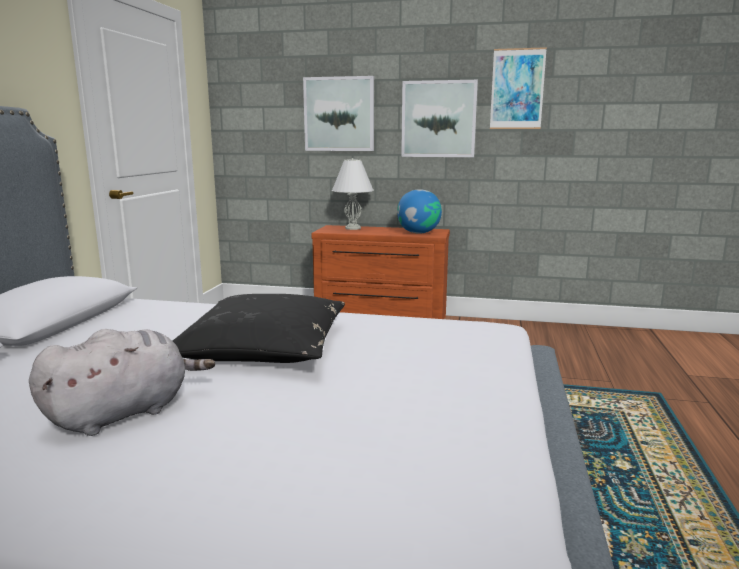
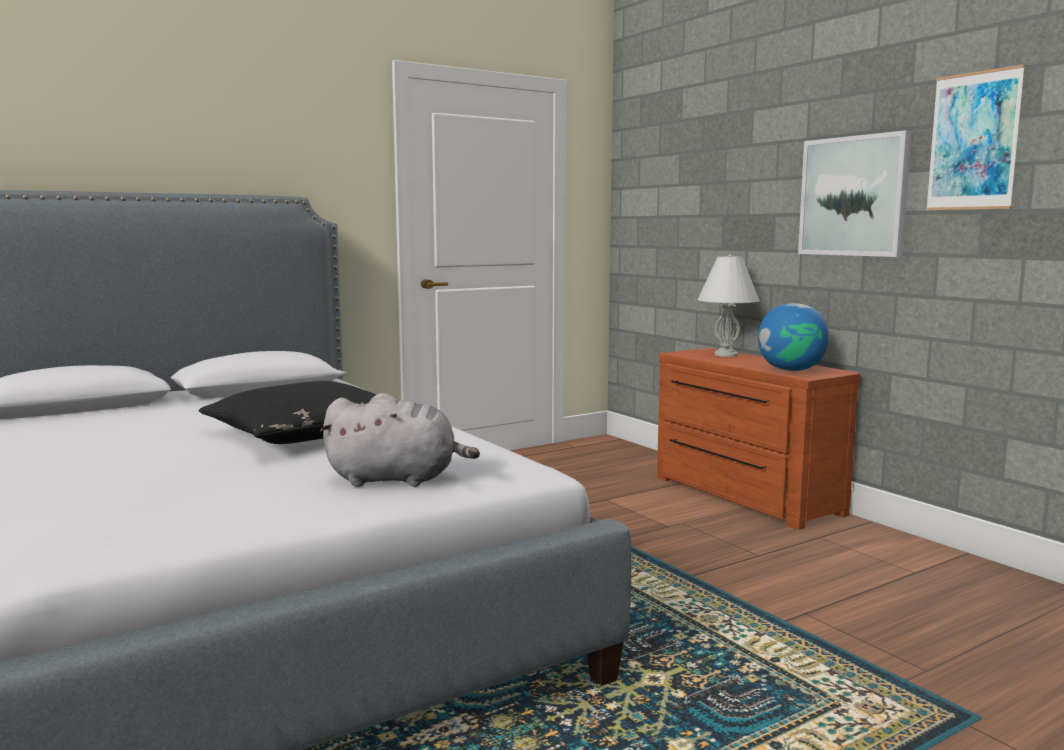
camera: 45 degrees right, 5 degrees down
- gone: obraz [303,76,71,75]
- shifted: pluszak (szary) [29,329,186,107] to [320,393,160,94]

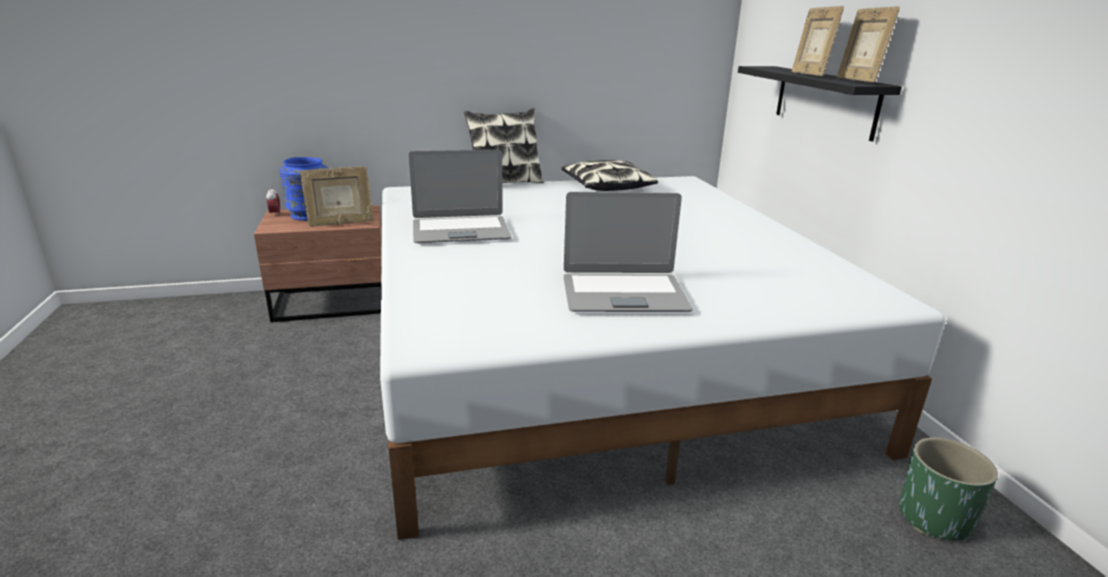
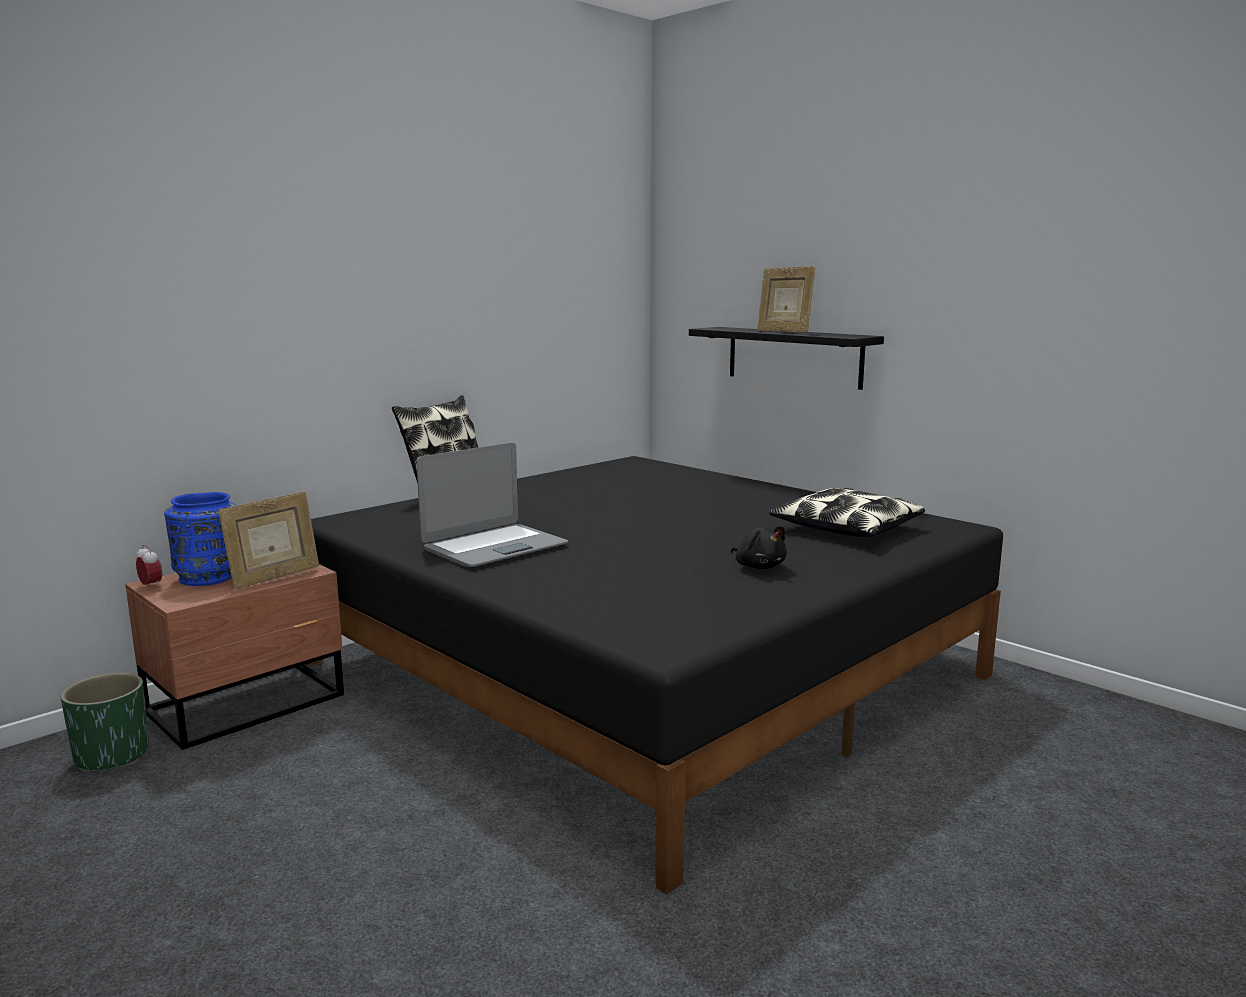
camera: 30 degrees left, 10 degrees down
- gone: ramka na zdjęcie [837,6,63,76]
- shifted: poduszka [561,160,97,31] to [769,488,156,49]
- shifted: donica (zielony) [899,437,99,104] to [61,673,88,99]
- swapped: laptop [564,192,129,120] to pluszak (czarny) [731,526,56,43]
- repainted: łóżko (biały) [380,176,565,364] to łóżko (czarny) [305,456,698,439]

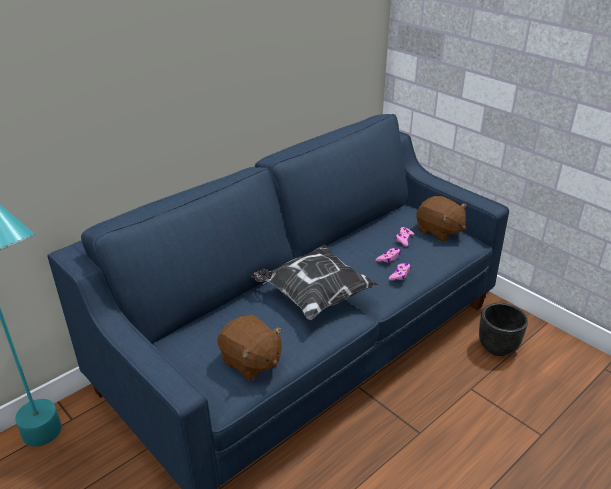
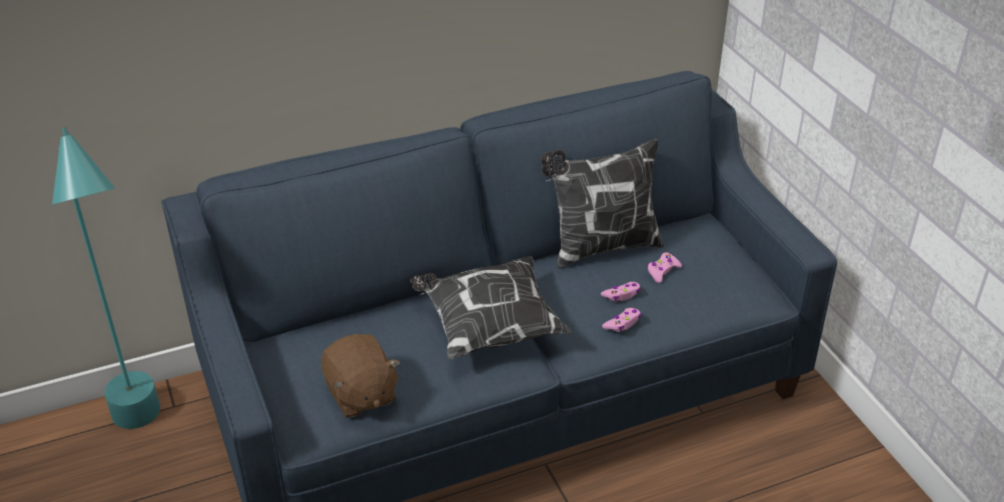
camera: 20 degrees right, 5 degrees up
- gone: pluszak (brązowy) [416,196,50,46]
- gone: donica (czarny) [479,303,49,53]
- new: poduszka [541,139,123,130]

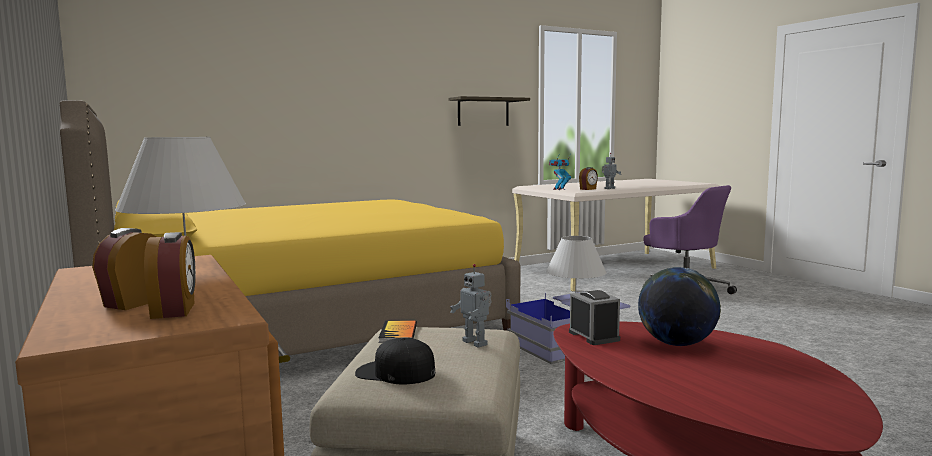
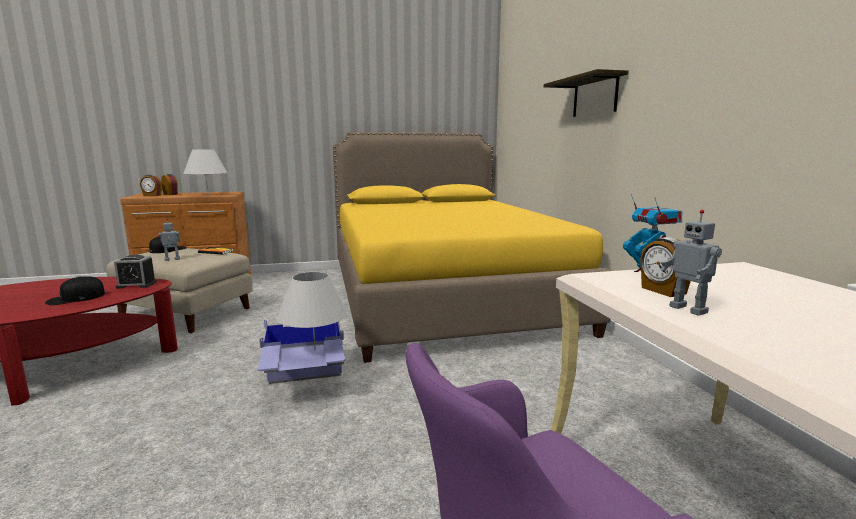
camera: 105 degrees right, 5 degrees up
- shifted: półka [449,96,81,30] to [544,69,85,48]
- swapped: globus [638,267,83,79] to czapka z daszkiem (czarny) [45,276,60,29]

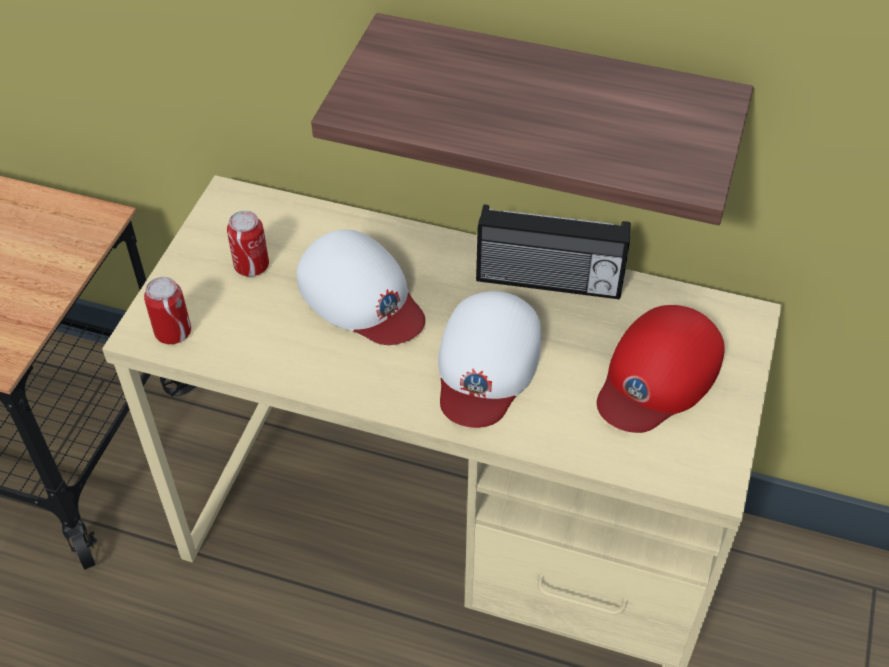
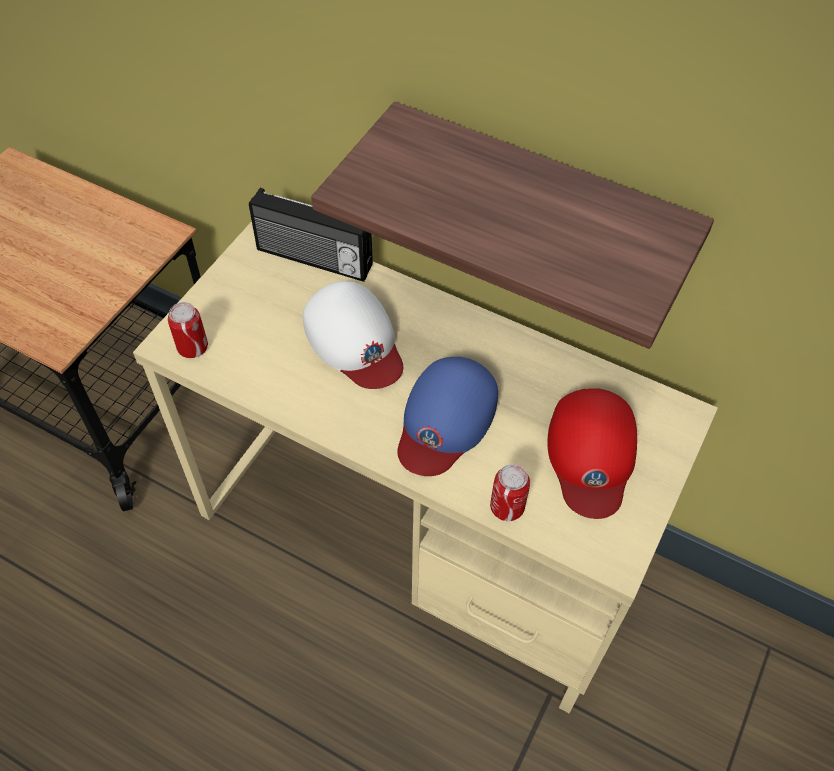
camera: 10 degrees right, 5 degrees up
- shifted: puszka [227,211,42,65] to [490,464,40,57]
- shifted: radio [476,204,155,95] to [249,188,124,94]
- repainted: czapka z daszkiem (biały) [438,291,103,137] to czapka z daszkiem (niebieski) [397,357,101,119]
- rotated: czapka z daszkiem (czerwony) [597,305,128,128] = [547,388,90,131] 45 degrees counterclockwise

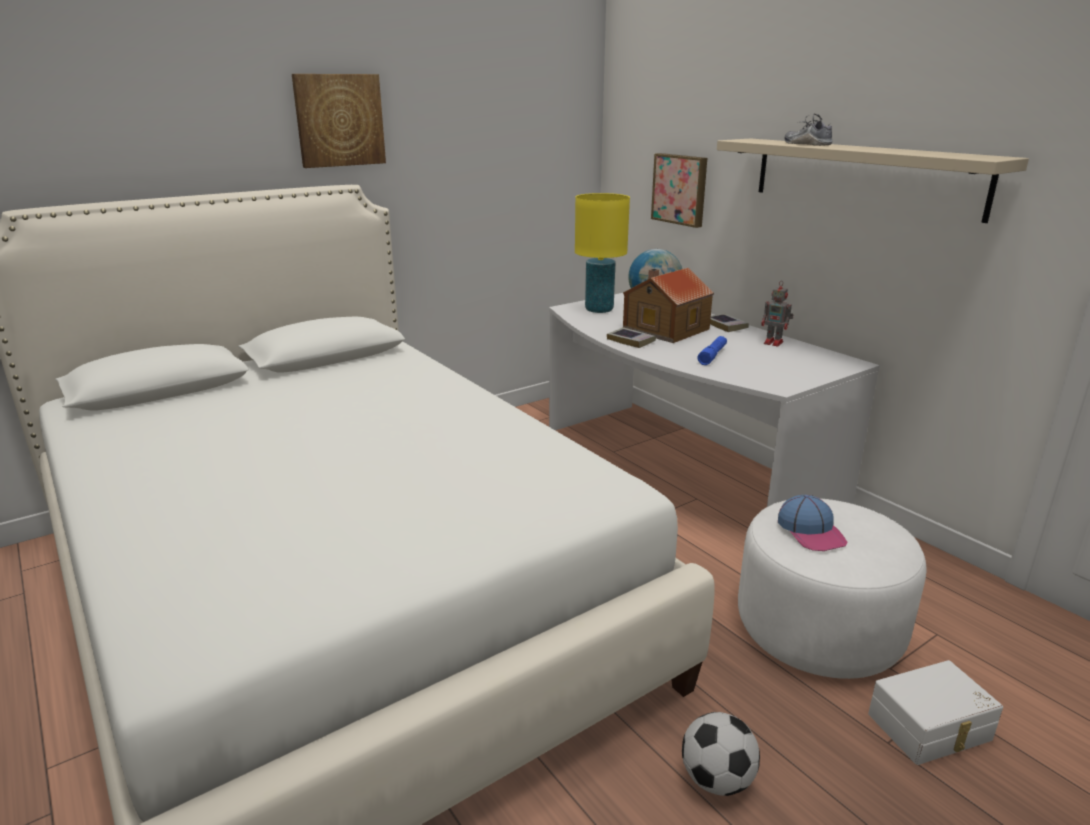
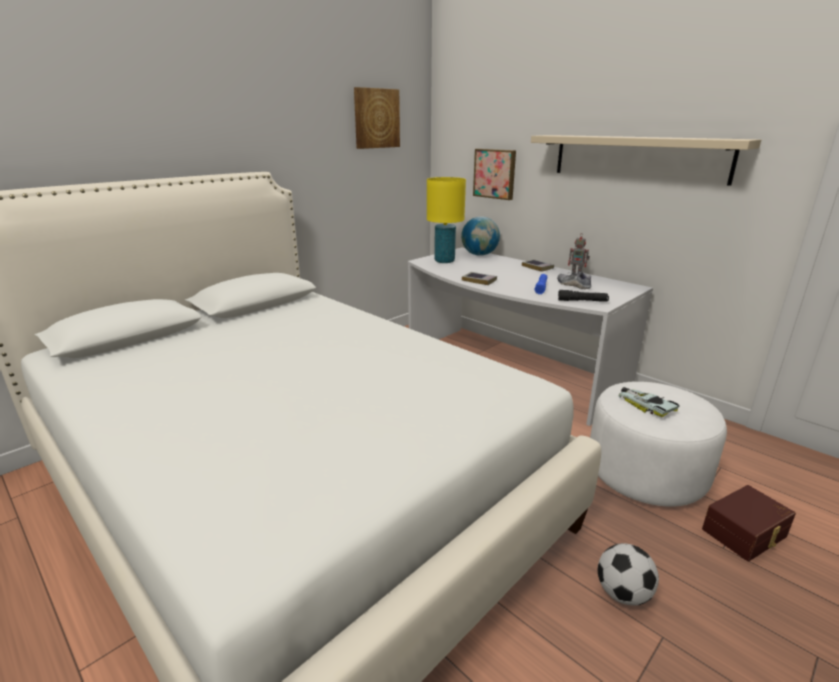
camera: 10 degrees left, 0 degrees up
- gone: domek [623,268,91,75]
- new: latarka (czarny) [558,290,51,12]
- shifted: obraz [292,74,94,94] to [354,87,46,62]
- shifted: but [784,114,48,32] to [557,267,34,22]
- swapped: czapka z daszkiem [778,495,69,56] to samochodzik [619,387,60,30]
- repainted: pojemnik do przechowywania (biały) [868,660,135,105] to pojemnik do przechowywania (brązowy) [702,485,94,76]

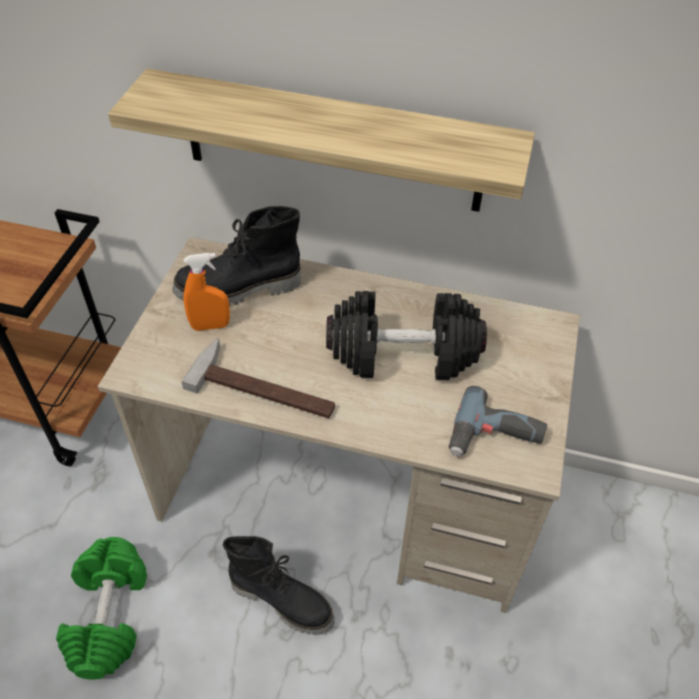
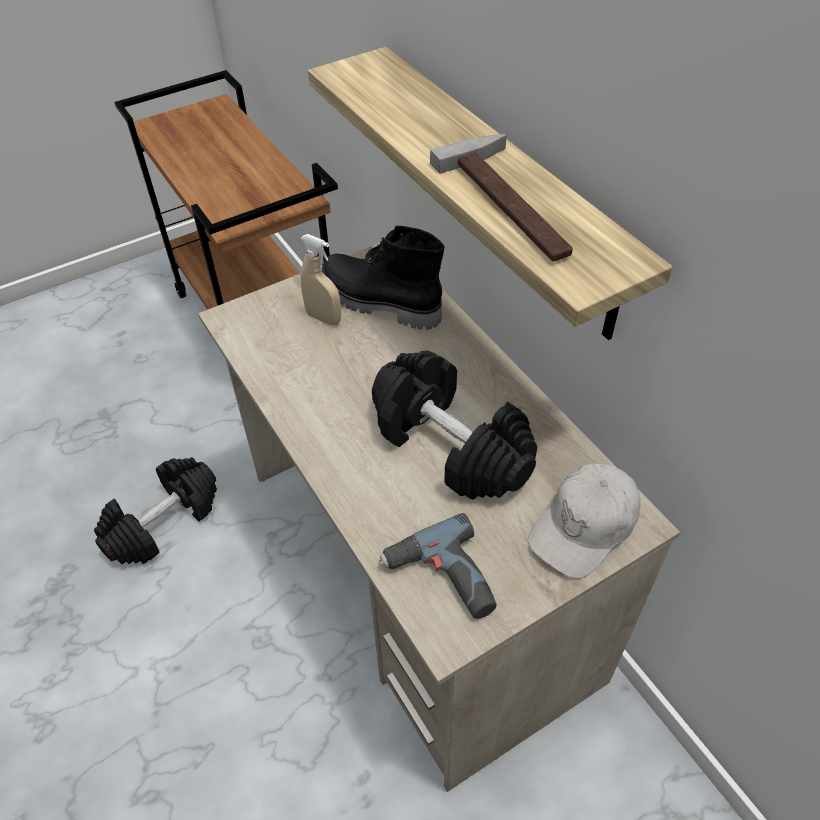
camera: 45 degrees right, 0 degrees up
- gone: but z cholewką (czarny) [223,536,112,99]
- new: czapka z daszkiem (biały) [528,464,112,115]
- shifted: młotek [182,338,153,80] to [430,134,143,127]
- repainted: hantel (zielony) [56,537,91,143] to hantel (czarny) [94,457,123,107]
- repainted: spryskiwacz (pomarańczowy) [183,253,47,78] to spryskiwacz (beżowy) [301,234,40,92]

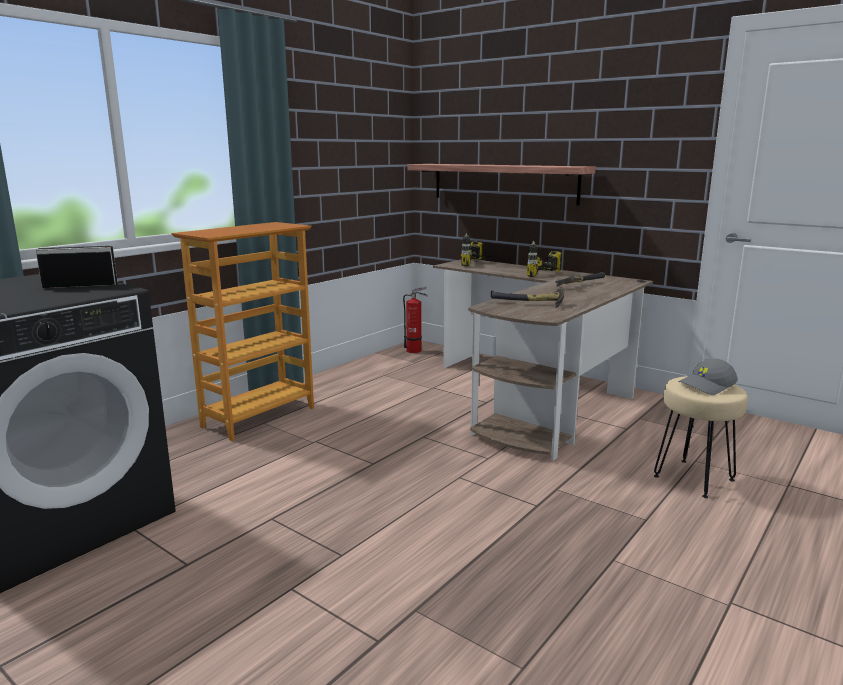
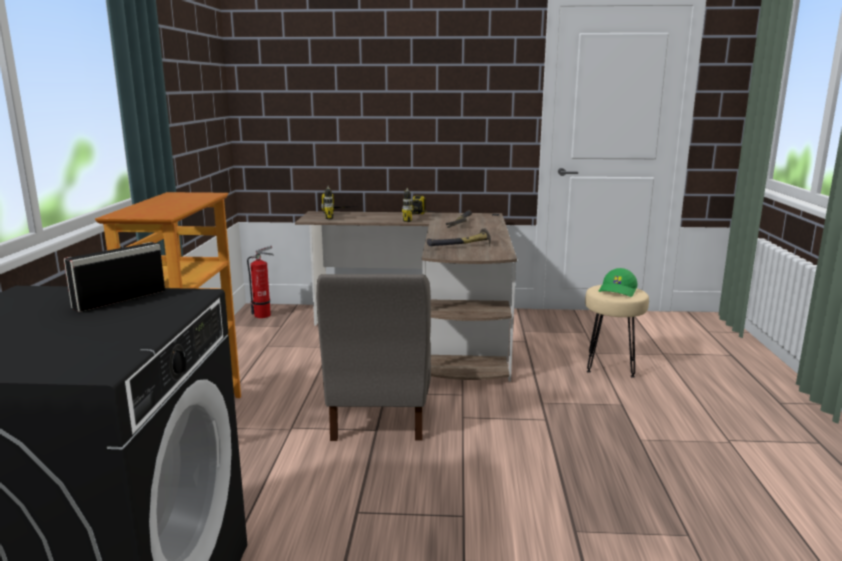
camera: 35 degrees left, 0 degrees up
- gone: półka [408,164,188,42]
- new: krzesło (szary) [316,274,115,167]
- repainted: czapka z daszkiem (szary) [678,358,59,37] to czapka z daszkiem (zielony) [598,268,40,29]

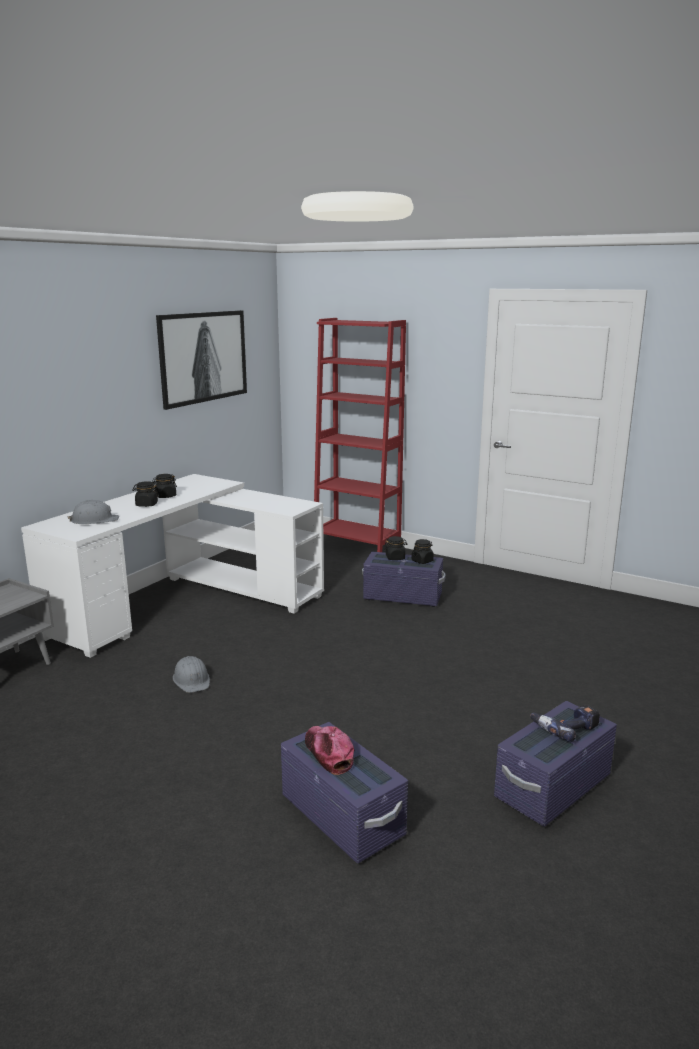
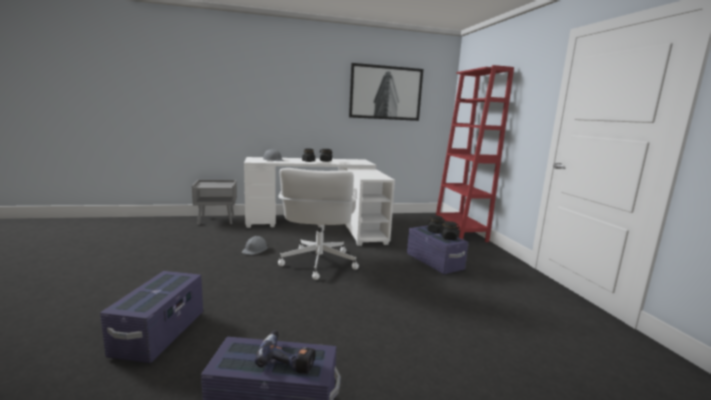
camera: 45 degrees right, 5 degrees down
- gone: czapka z daszkiem [305,726,49,49]
- new: krzesło biurowe (biały) [278,168,81,112]

